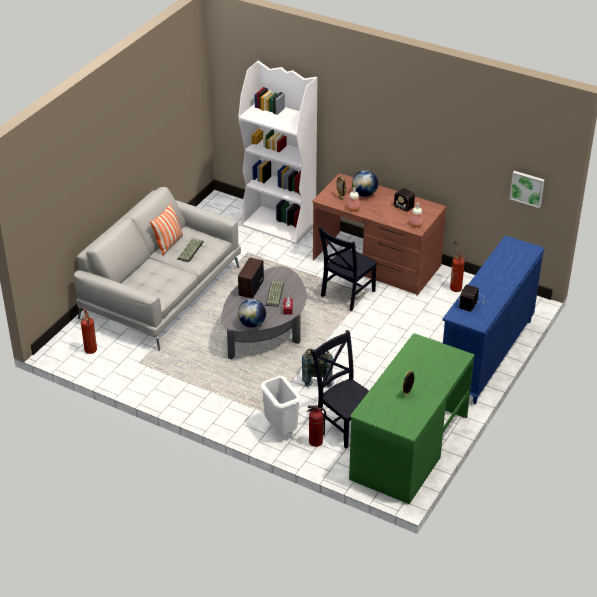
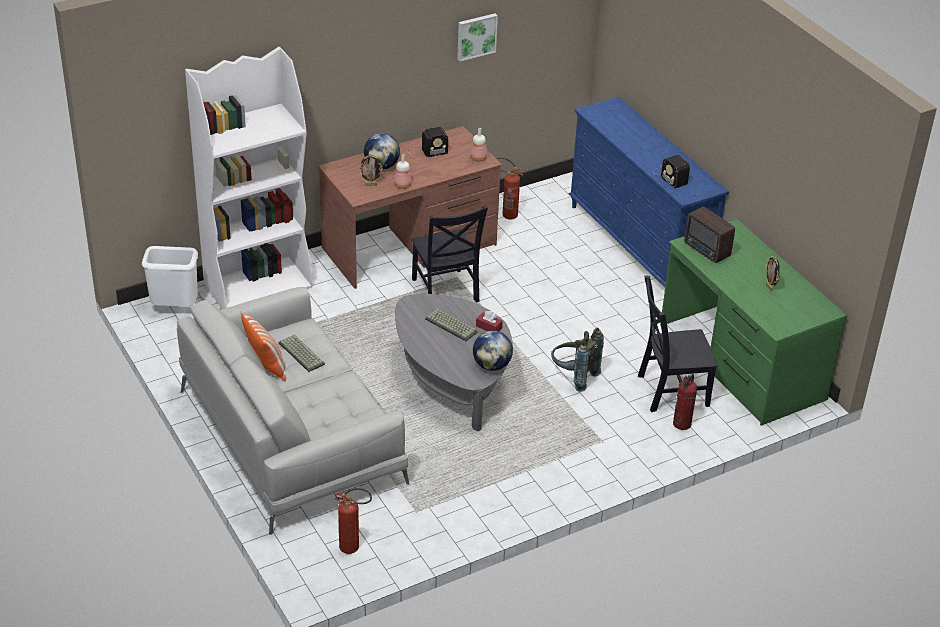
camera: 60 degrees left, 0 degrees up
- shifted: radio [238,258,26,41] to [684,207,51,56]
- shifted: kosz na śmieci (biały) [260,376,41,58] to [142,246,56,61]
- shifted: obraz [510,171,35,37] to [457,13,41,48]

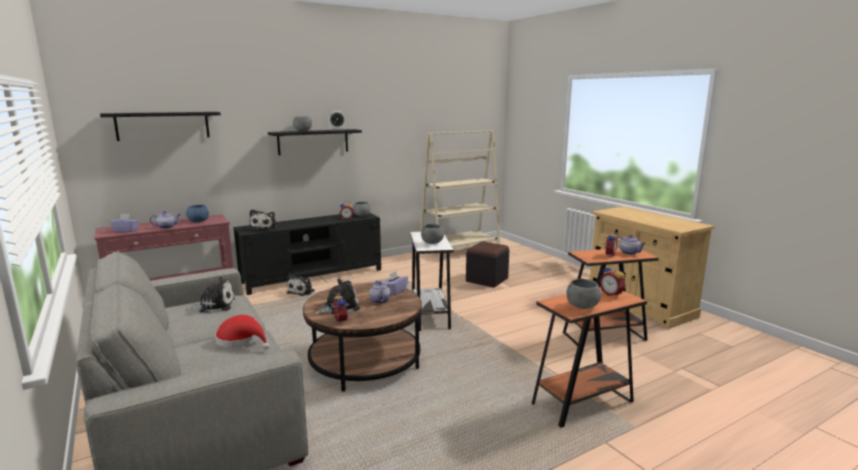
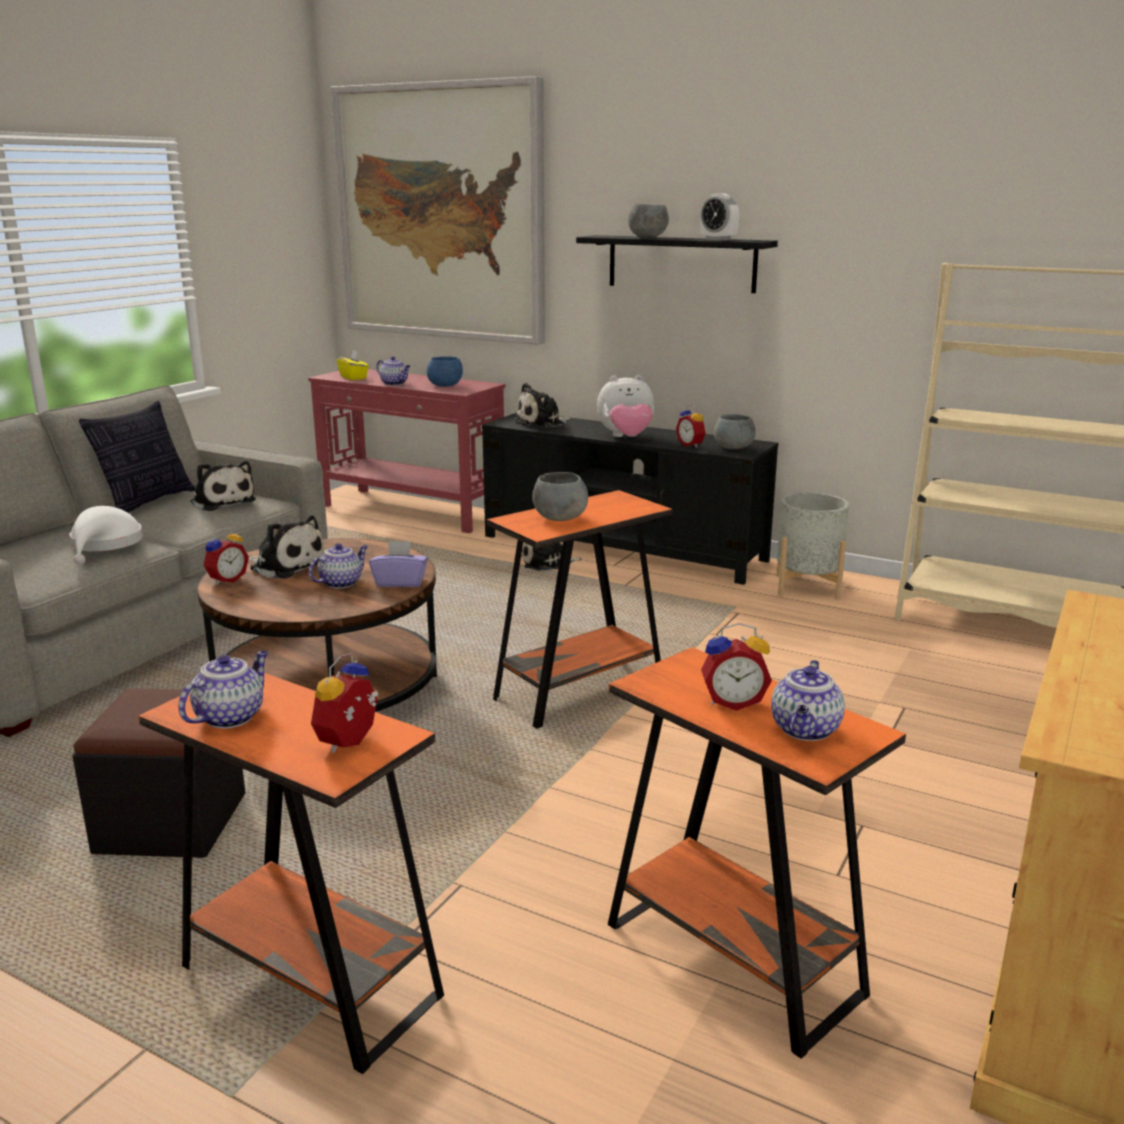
camera: 60 degrees right, 5 degrees up
- new: poduszka [79,401,116,112]
- new: pluszak [597,375,57,62]
- new: donica (szary) [777,493,72,107]
- shifted: pufa (czarny) [466,241,43,47] to [72,688,174,170]
- swapped: półka (czarny) [100,112,121,29] to obraz [331,76,214,269]
- swapped: miska (szary) [566,279,36,30] to imbryk [178,651,91,78]
- repainted: pudełko chusteczek (fioletowy) [110,214,29,18] to pudełko chusteczek (żółty) [337,350,32,30]
- repainted: kapelusz (czerwony) [215,315,55,34] to kapelusz (biały) [69,506,74,59]
- repainted: stolik (biały) [410,232,43,99] to stolik (pomarańczowy) [487,490,185,239]

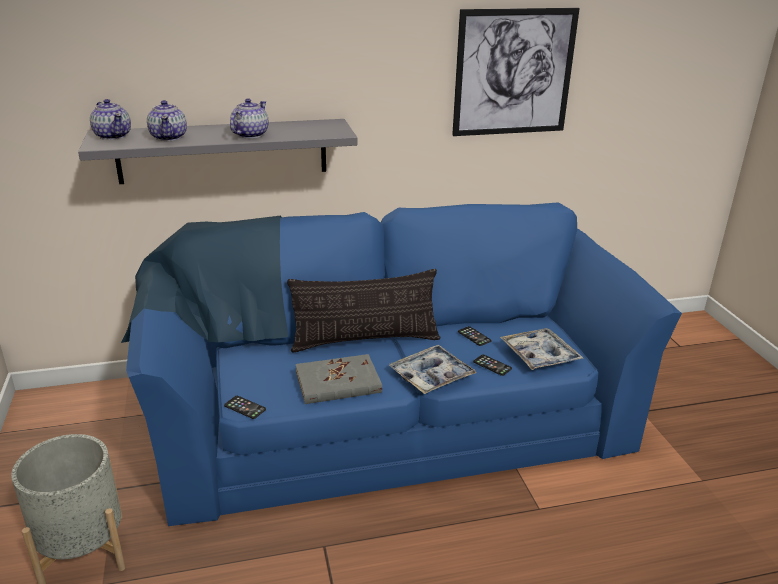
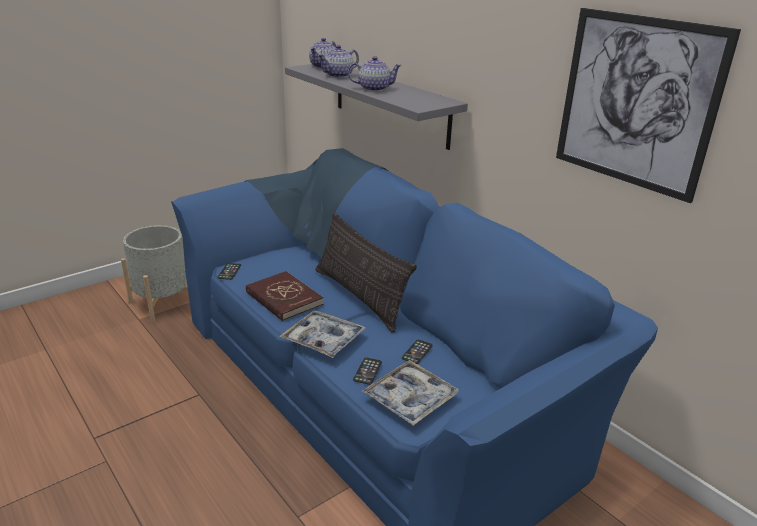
camera: 65 degrees right, 0 degrees up
- repainted: książka (szary) [295,354,87,50] to książka (czerwony) [246,271,77,50]

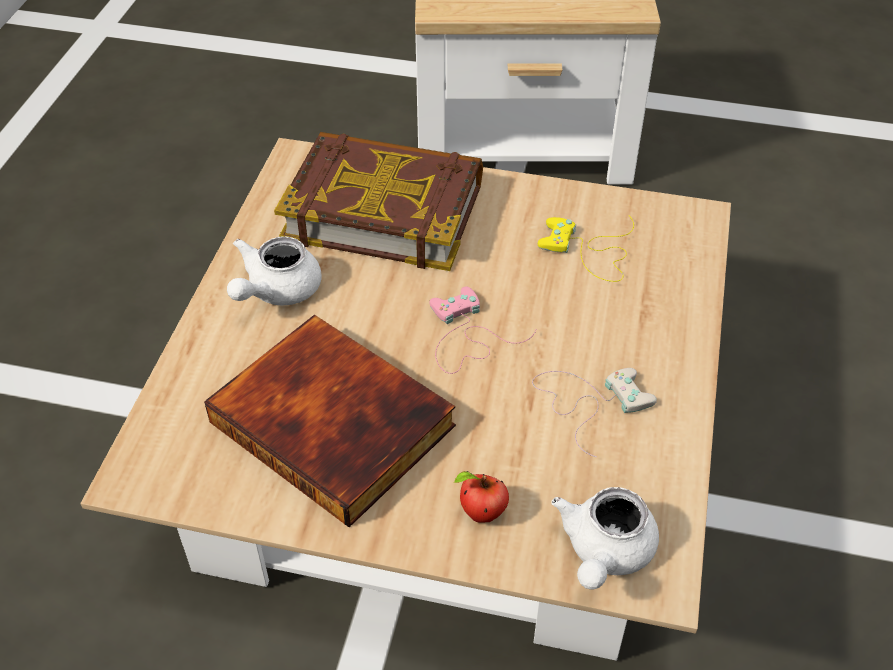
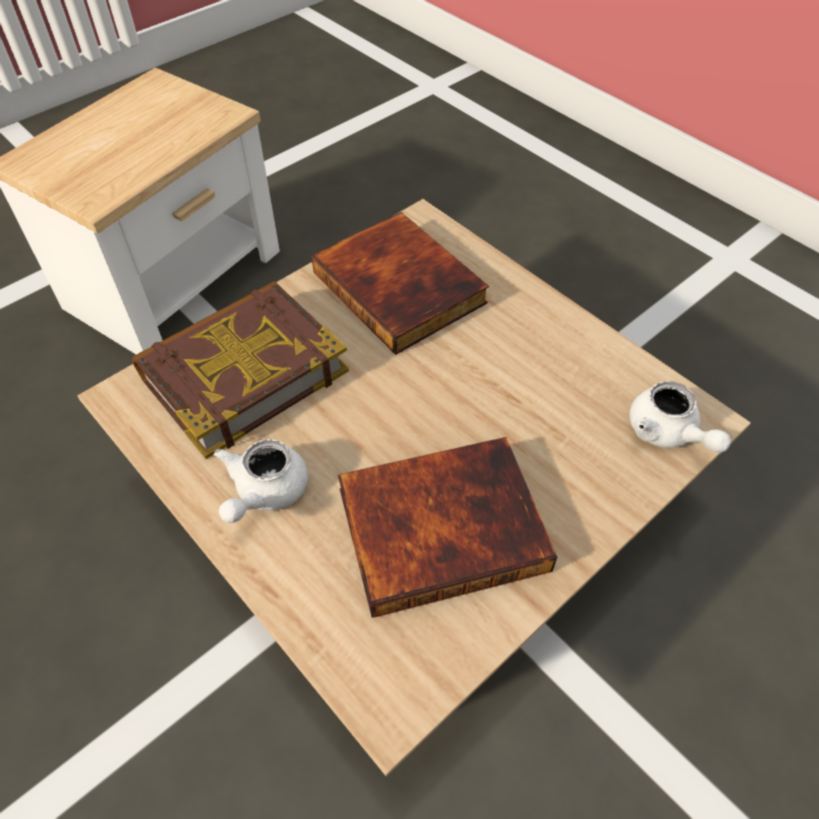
camera: 55 degrees left, 5 degrees up
- gone: pad do gier (różowy) [430,287,107,87]
- gone: jabłko [454,471,55,51]
- gone: pad do gier (biały) [532,368,125,89]
- swapped: pad do gier (żółty) [538,215,96,67] to książka [311,212,178,143]
- rotated: imbryk (biały) [227,236,94,69] = [214,439,94,84] 45 degrees clockwise

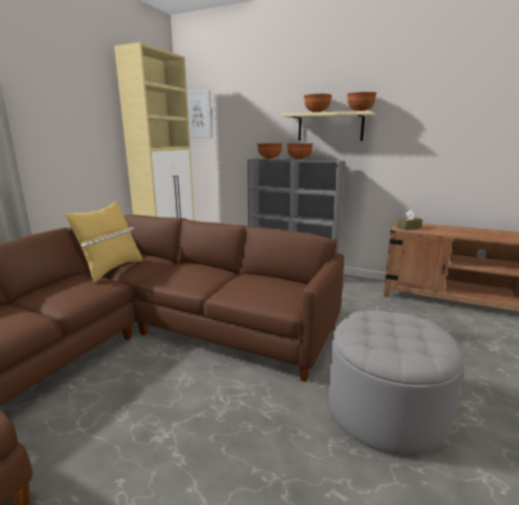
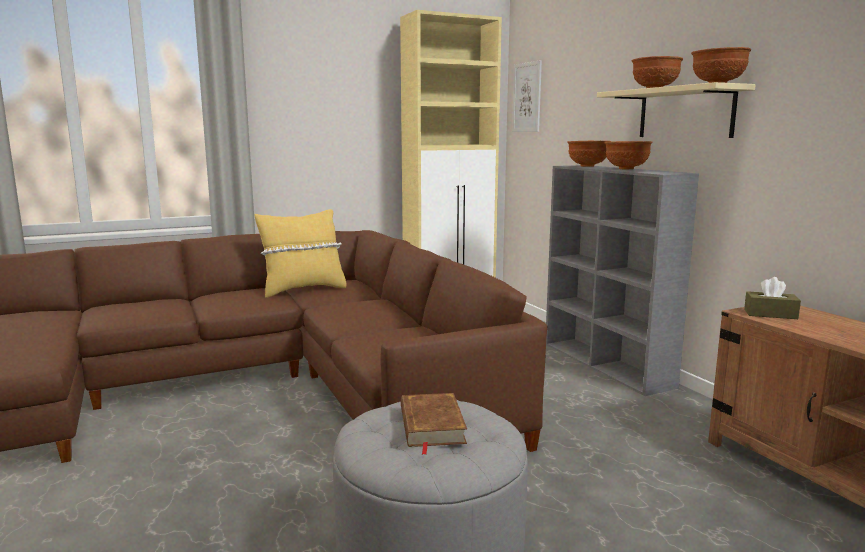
camera: 40 degrees right, 5 degrees down
- new: książka (brązowy) [401,393,66,62]

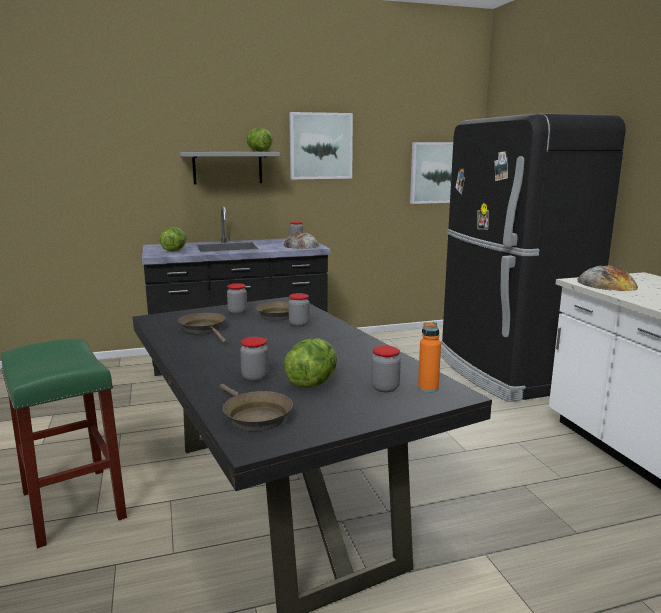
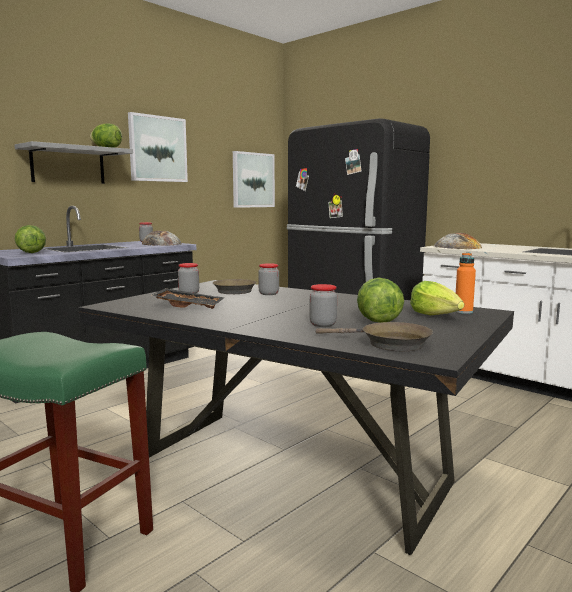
camera: 30 degrees left, 5 degrees down
- swapped: patelnia (brązowy) [178,313,49,31] to taca (czarny) [152,288,72,21]
- swapped: słoik [371,346,30,46] to sałata [410,281,54,34]

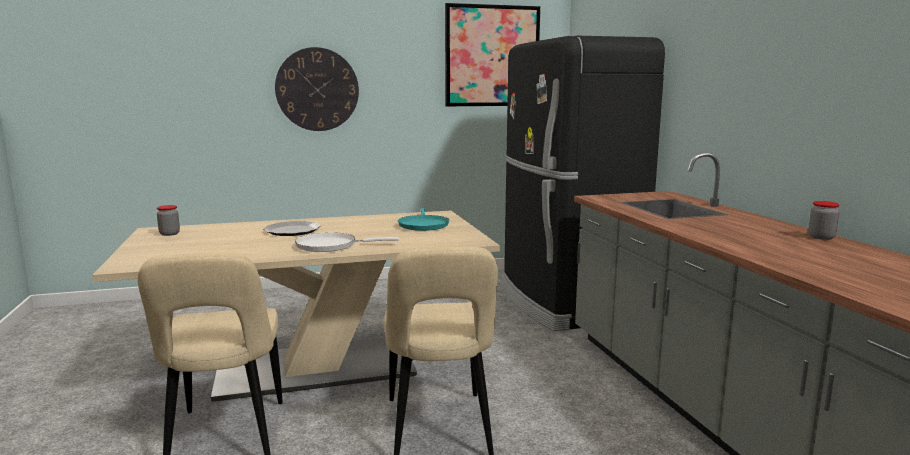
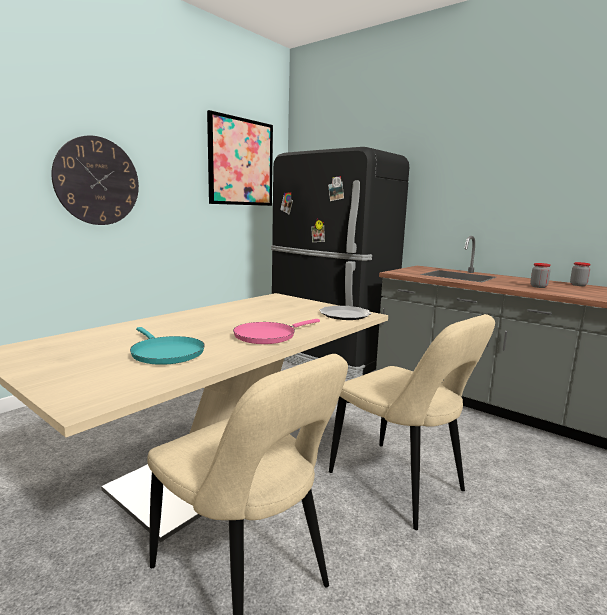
camera: 35 degrees left, 0 degrees up
- shifted: słoik [157,205,23,31] to [530,263,21,25]
- shifted: talerz [263,221,58,15] to [320,306,52,14]
- shifted: patelnia (turkusowy) [398,208,51,23] to [130,327,75,38]
- repainted: patelnia (biały) [295,232,104,20] to patelnia (różowy) [233,319,87,25]

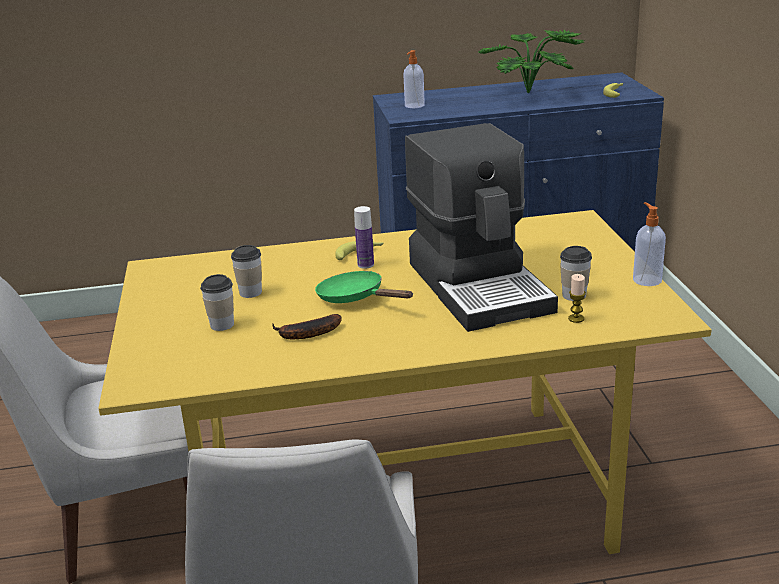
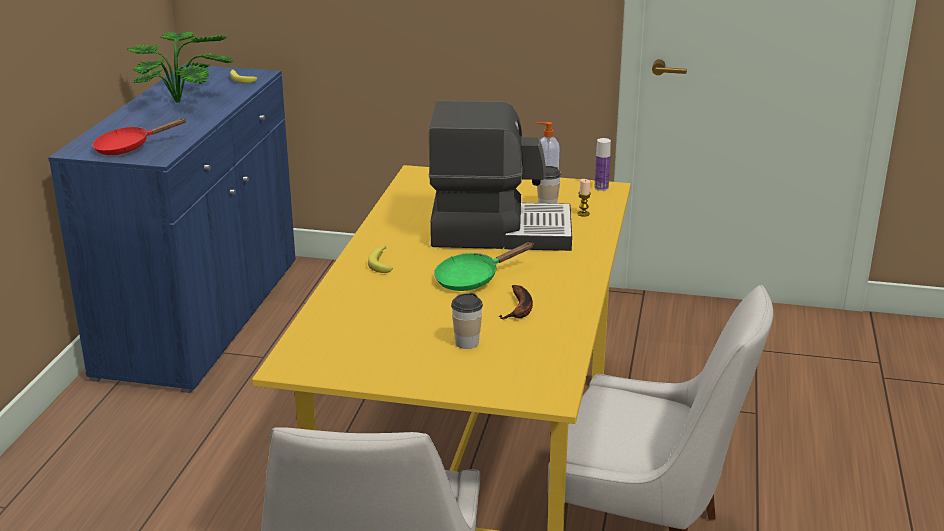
camera: 70 degrees left, 0 degrees up
- gone: filiżanka [231,245,31,53]
- shifted: butelka [354,206,20,63] to [595,138,16,53]
- swapped: dozownik mydła [403,50,22,58] to patelnia (czerwony) [92,118,95,37]

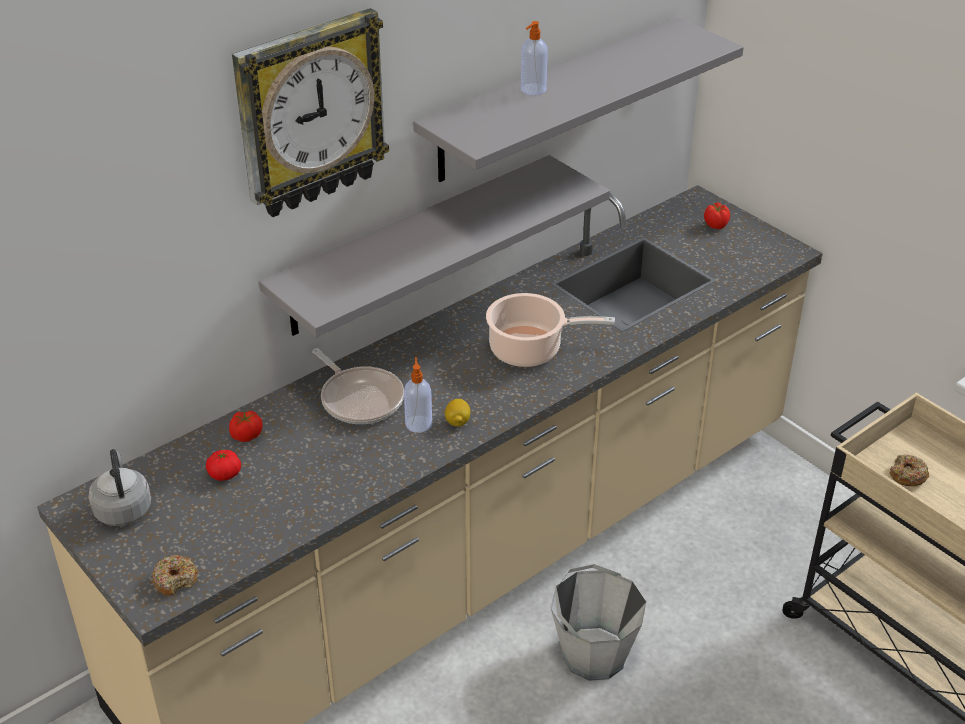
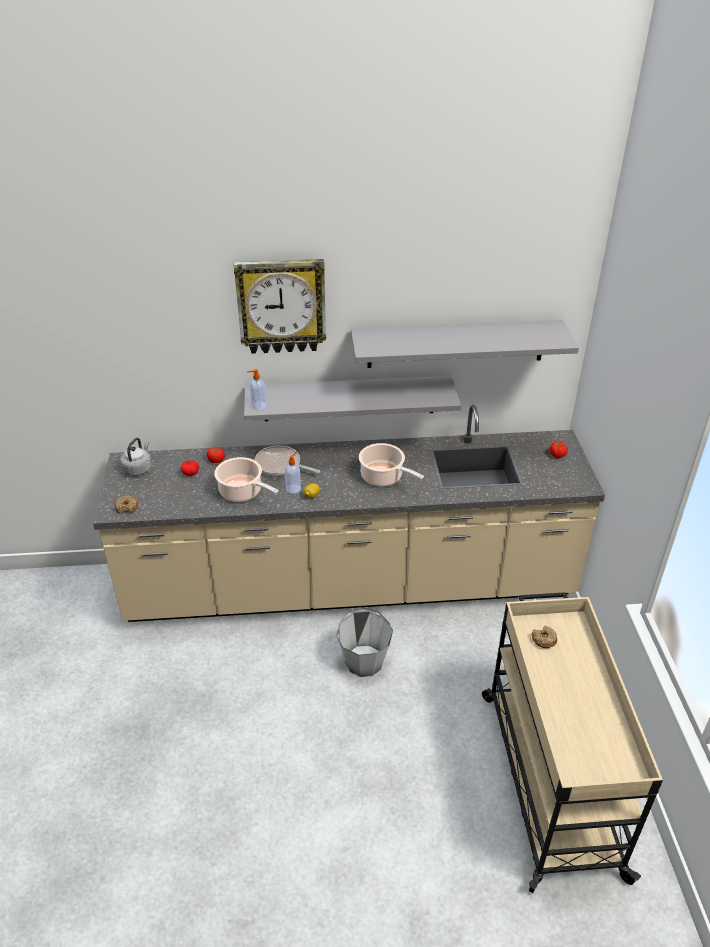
camera: 35 degrees right, 0 degrees up
- new: garnek [214,457,64,45]
- shifted: dozownik mydła [521,21,27,74] to [247,369,20,41]
- rotated: patelnia [312,348,92,76] = [255,445,65,31] 120 degrees clockwise

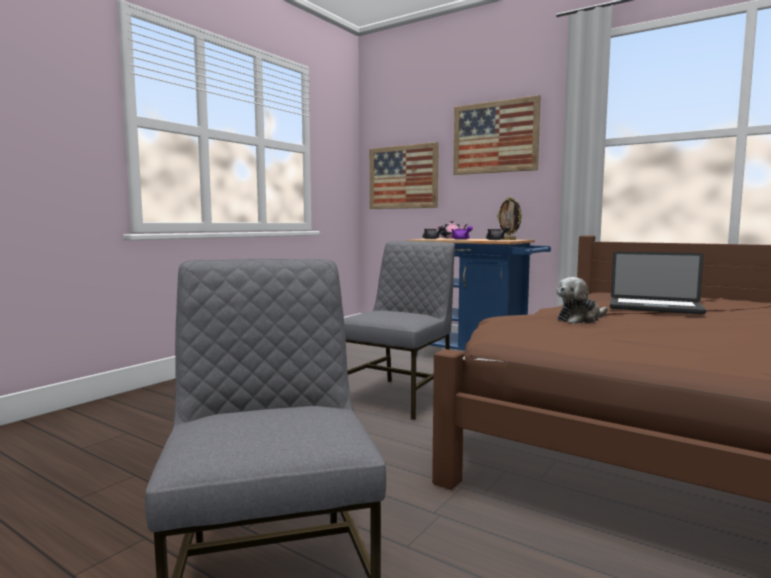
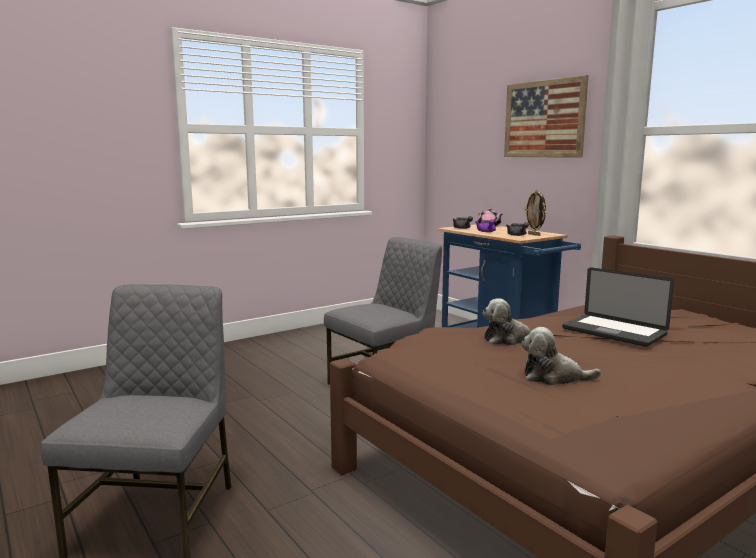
camera: 20 degrees right, 5 degrees up
- gone: obraz [370,142,69,67]
- new: pluszak [521,327,80,58]

